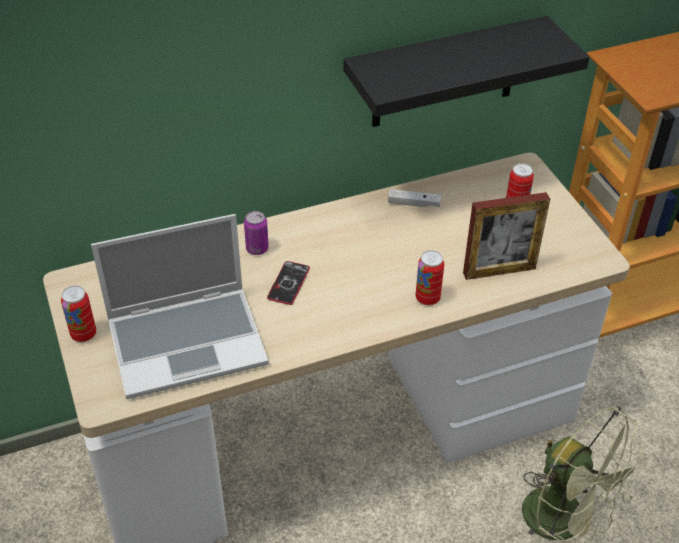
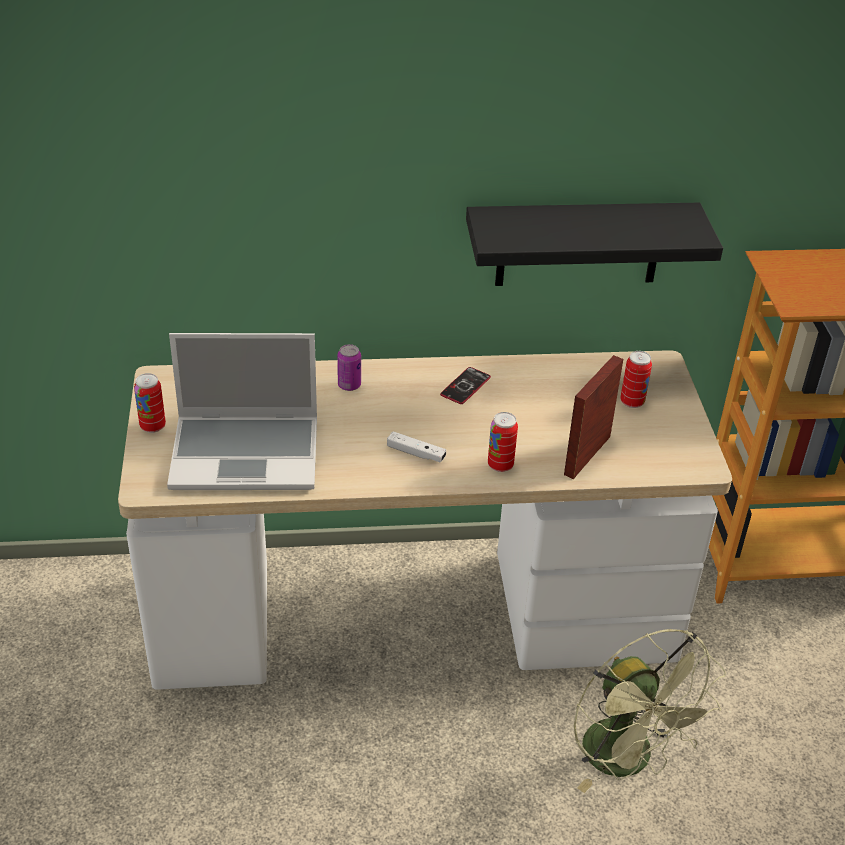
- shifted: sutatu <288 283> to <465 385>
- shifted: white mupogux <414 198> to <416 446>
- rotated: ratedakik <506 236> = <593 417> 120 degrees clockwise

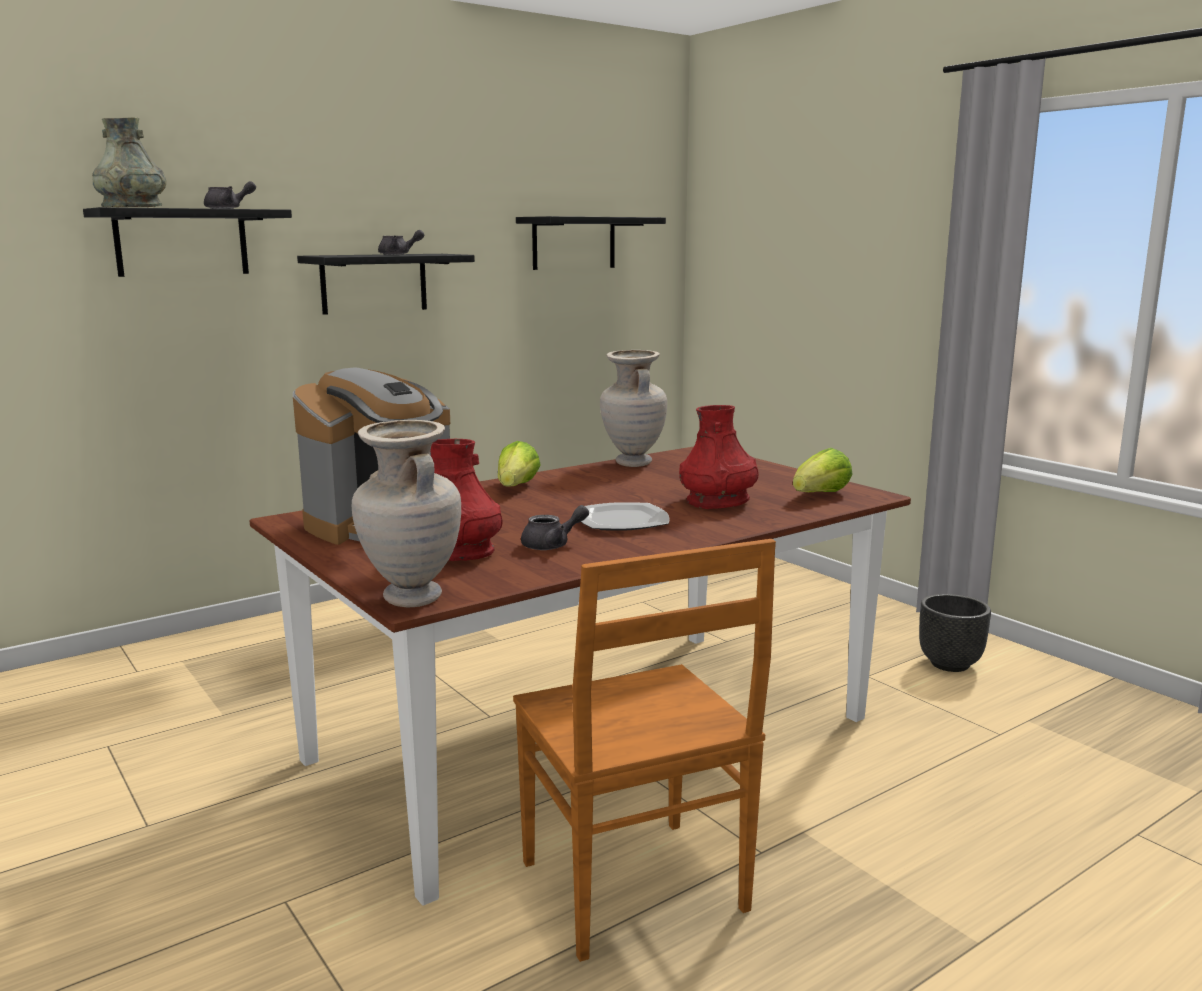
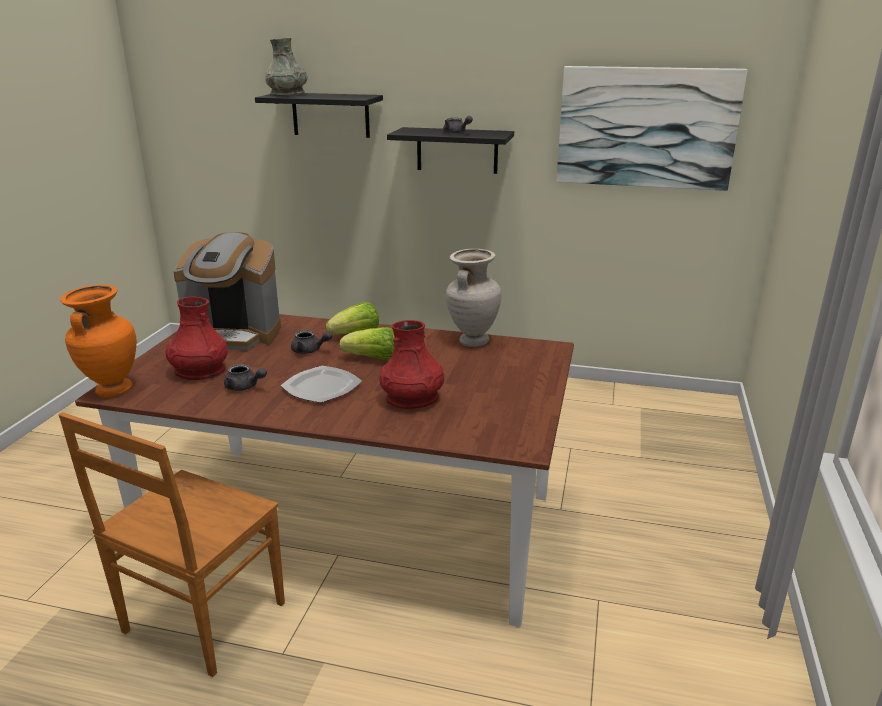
- gone: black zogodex <955 633>
- shifted: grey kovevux <230 195> to <311 342>
- shifted: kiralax <823 470> to <367 344>
- swapped: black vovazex <591 243> to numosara <652 128>
- repainted: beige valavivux <406 513> to orange valavivux <98 341>

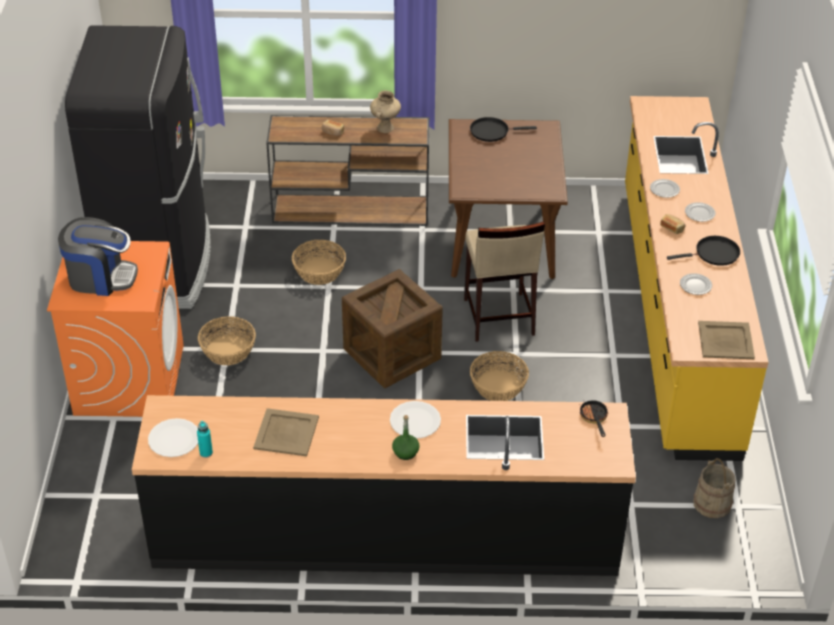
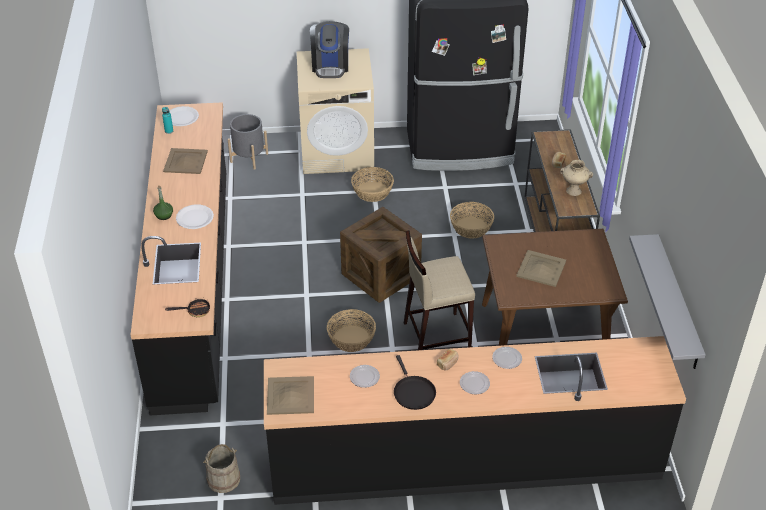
- gone: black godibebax <503 129>
- new: grey zogodex <248 142>
- new: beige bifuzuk <541 268>
- new: grey vovazex <667 301>
- repainted: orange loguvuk <115 329> to beige loguvuk <335 111>
- repainted: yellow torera <697 278> to black torera <475 420>

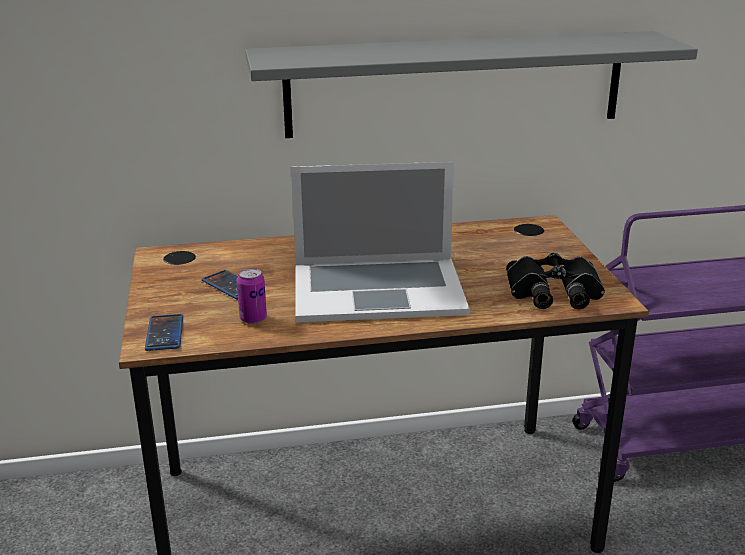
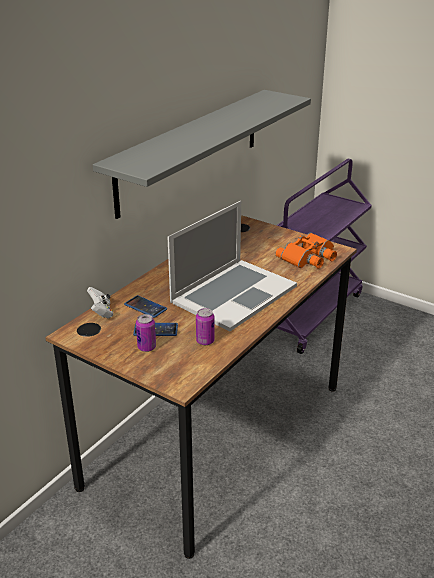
- new: white mupogux <100 302>
- new: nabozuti <146 333>
- shifted: sutatu <164 332> to <145 306>
- repainted: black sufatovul <555 280> to orange sufatovul <306 250>

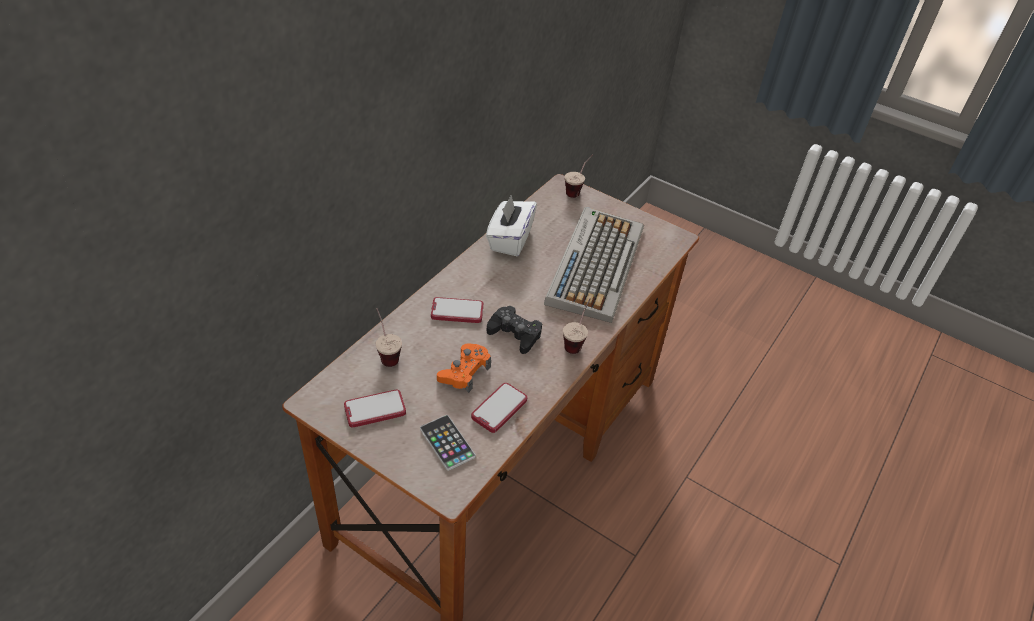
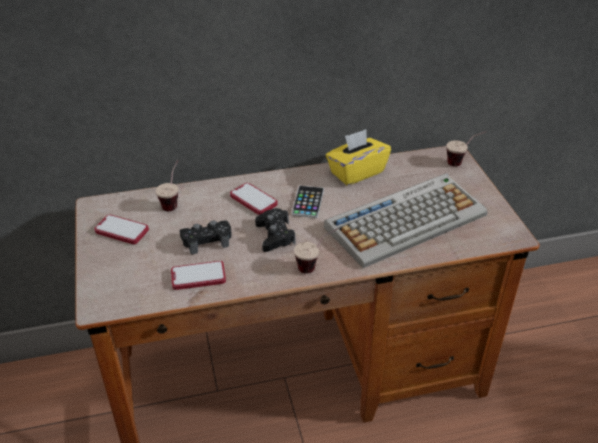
- shifted: sutatu <448 443> to <308 202>
- repainted: orange mupogux <464 368> to black mupogux <206 238>
- repainted: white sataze <511 225> to yellow sataze <358 157>

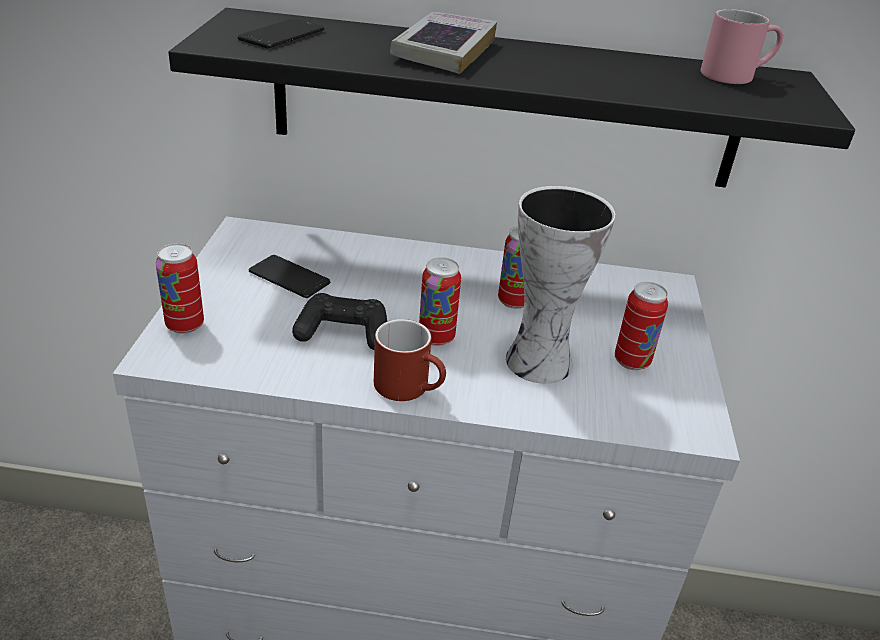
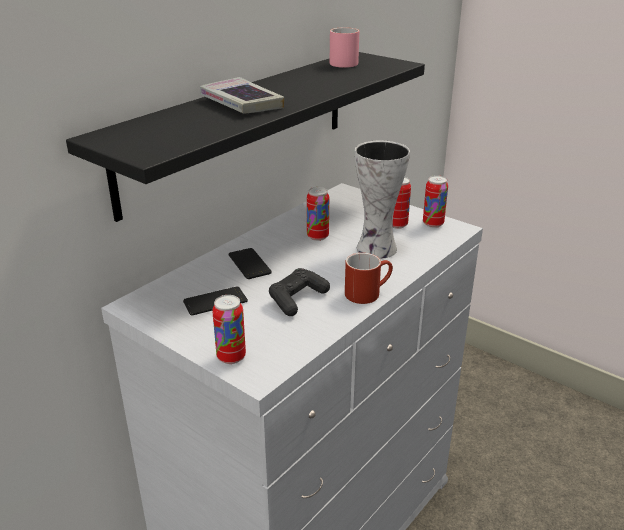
- shifted: sutatu <281 33> to <250 263>
- shifted: nabozuti <440 301> to <435 201>

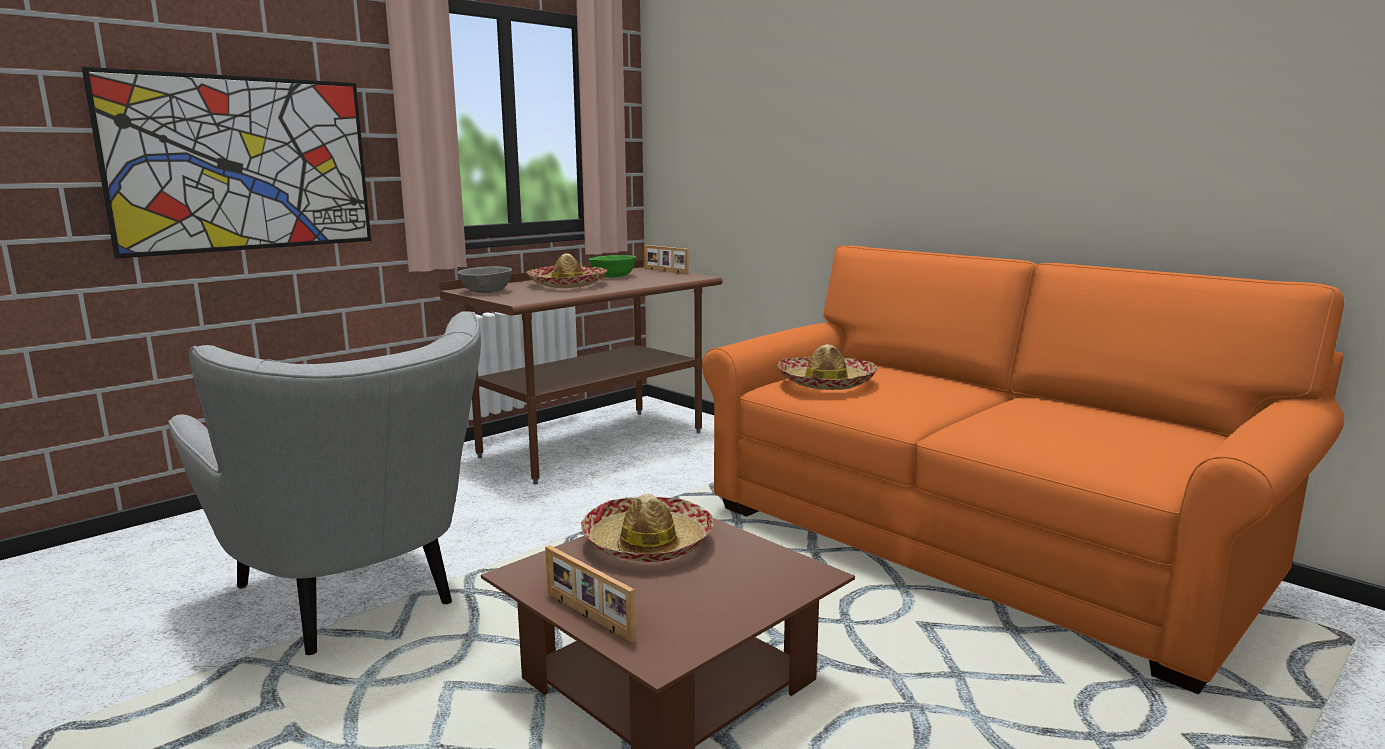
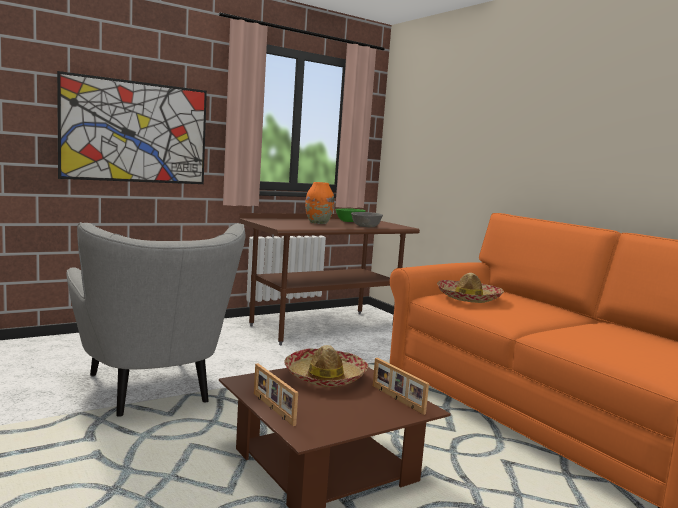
- shifted: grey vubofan <485 279> to <367 219>
- shifted: ratedakik <666 259> to <401 386>
- swapped: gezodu <567 270> to orange valavivux <319 203>

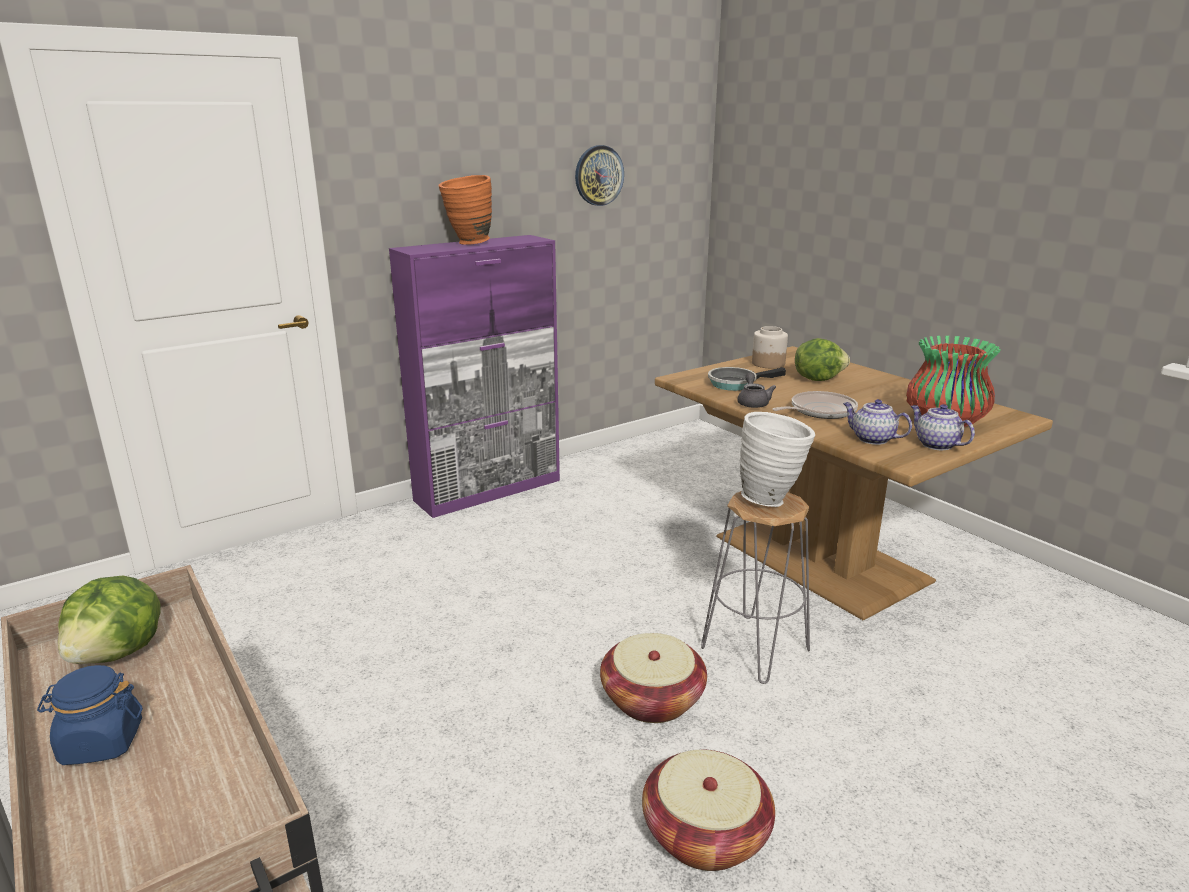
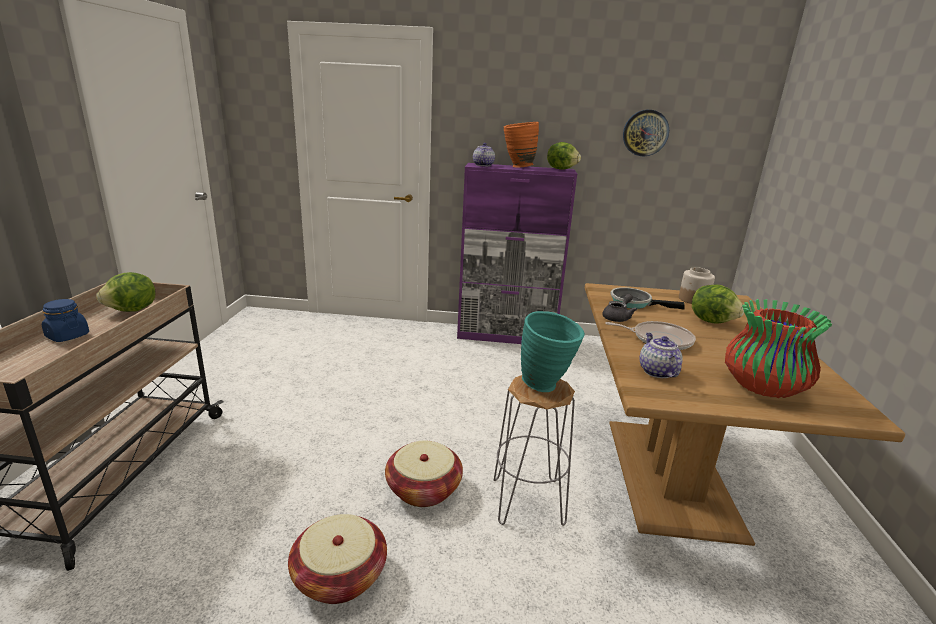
- new: kiralax <564 156>
- shifted: kovevux <943 427> to <484 154>
- repainted: white valavivux <777 459> to turquoise valavivux <553 351>

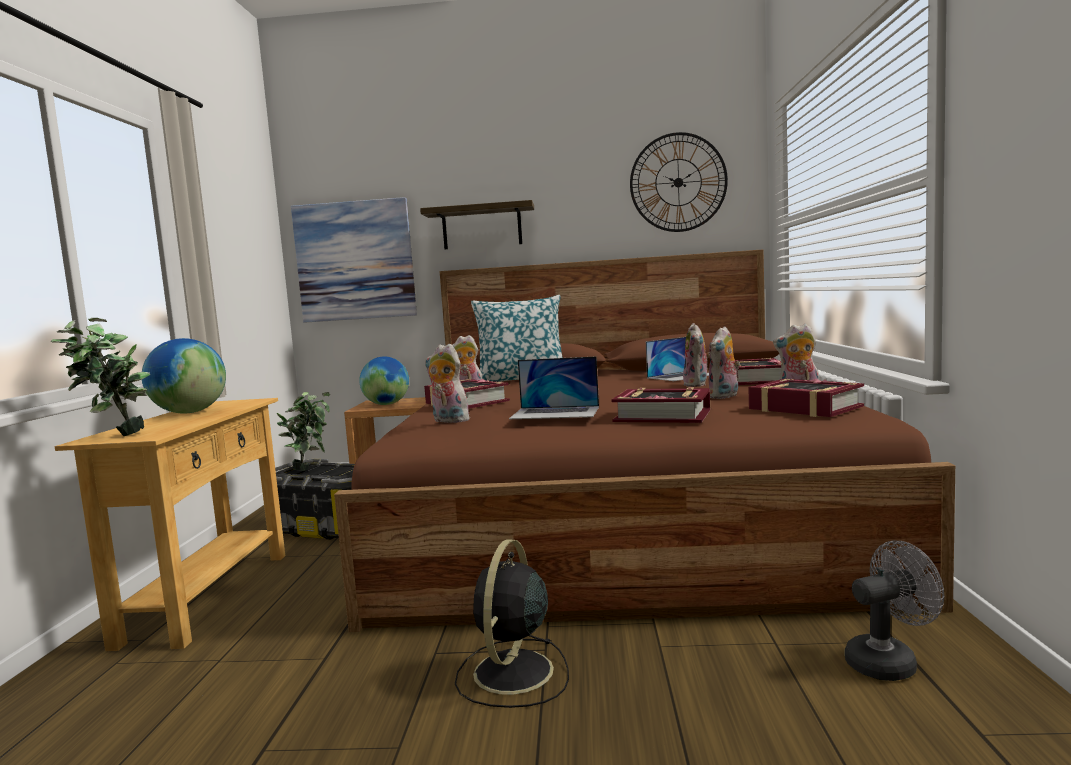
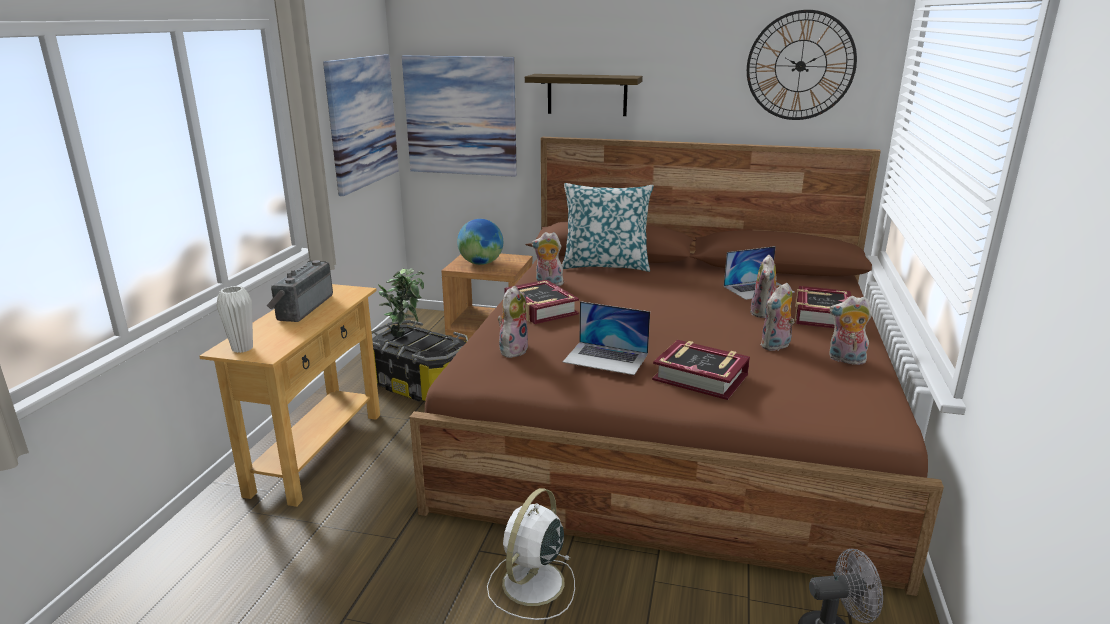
- gone: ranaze <806 397>
- new: numosara <361 125>
- swapped: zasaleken <100 377> to white valavivux <234 319>
- swapped: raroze <184 376> to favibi <300 291>
- repainted: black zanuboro <512 623> to white zanuboro <531 554>
- rotated: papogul <447 383> = <513 322> 75 degrees clockwise

